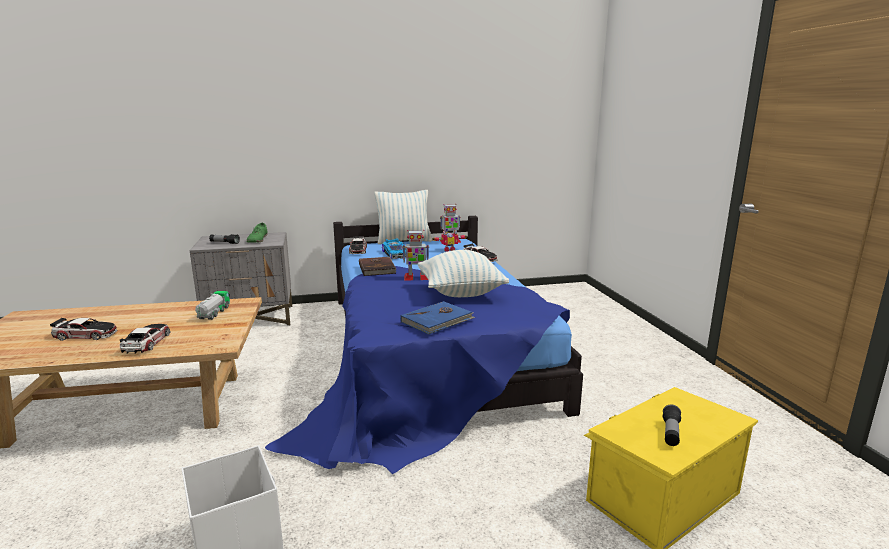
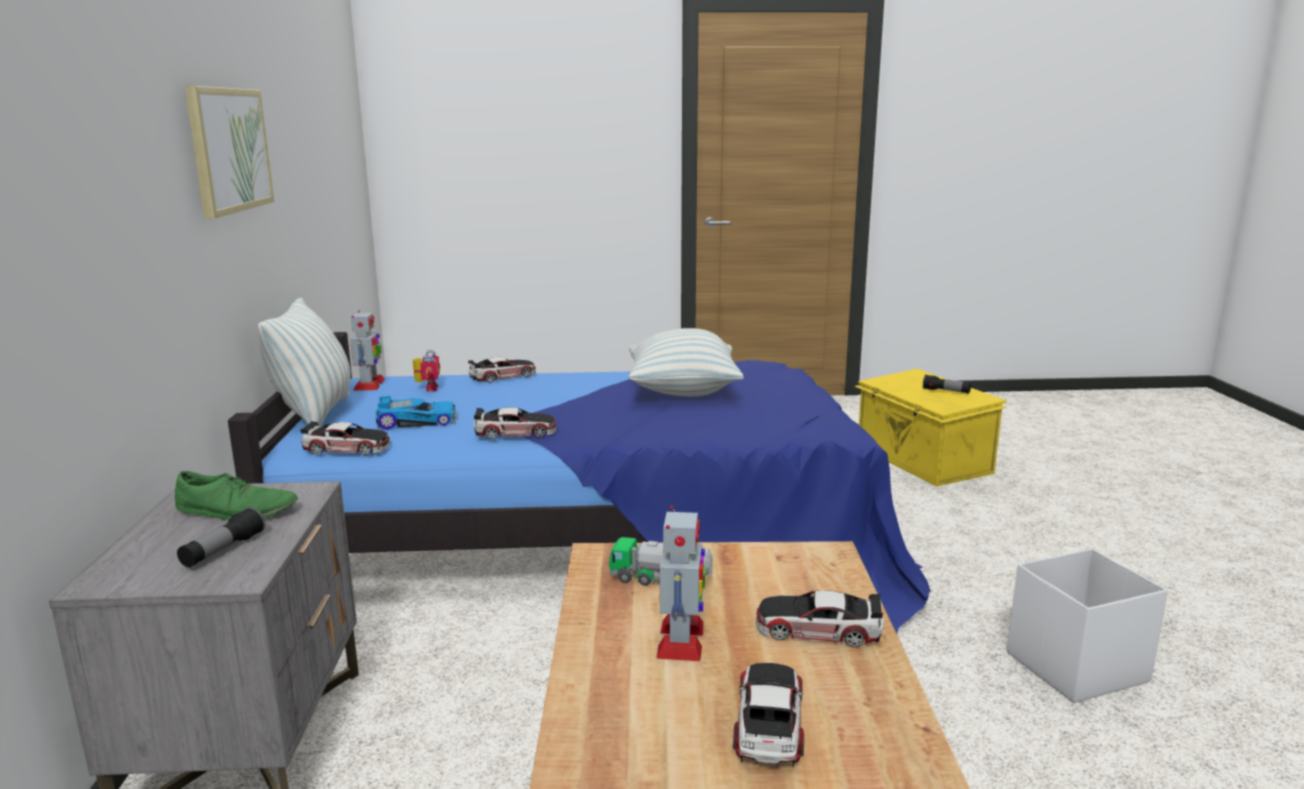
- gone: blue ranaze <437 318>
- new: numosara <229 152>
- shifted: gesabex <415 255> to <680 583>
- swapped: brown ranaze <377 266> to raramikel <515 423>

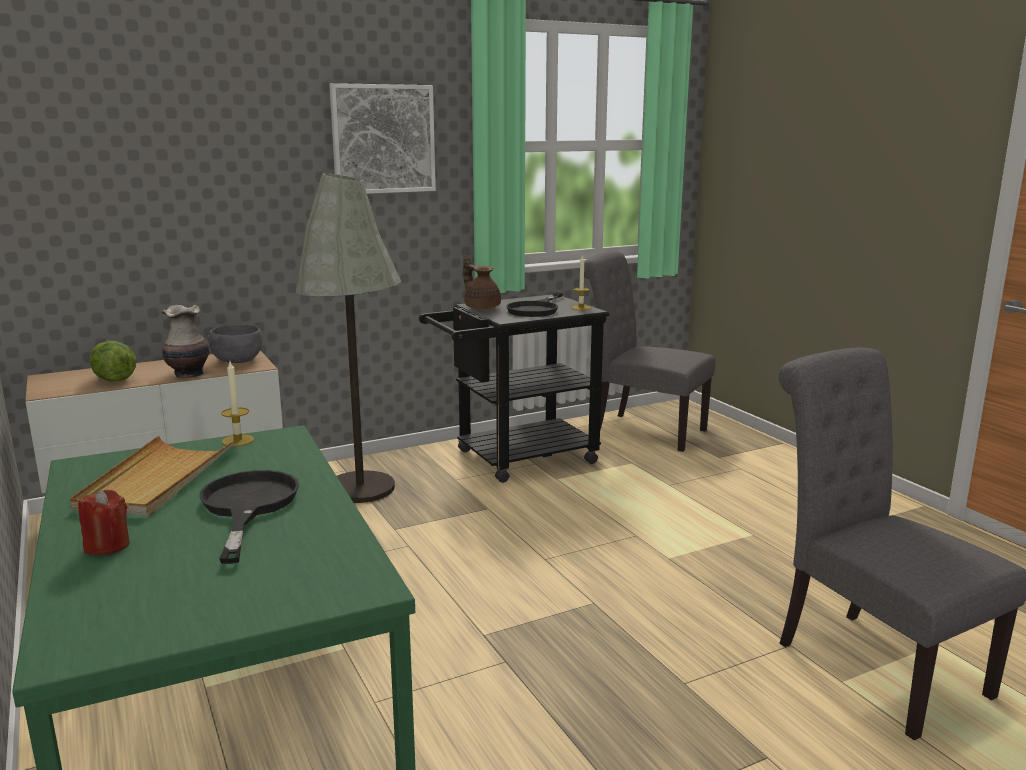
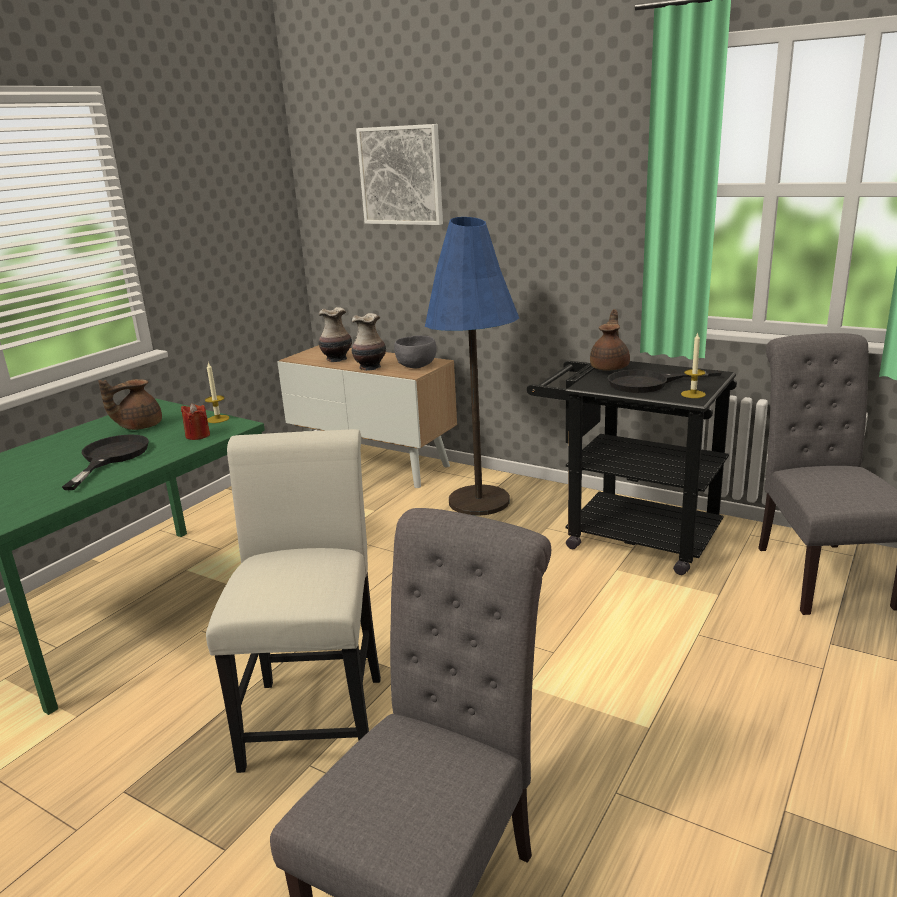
- new: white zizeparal <293 601>
- shifted: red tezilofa <104 522> to <195 421>
- shifted: numosara <382 138> to <399 174>
- swapped: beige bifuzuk <151 475> to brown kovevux <130 404>
- swapped: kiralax <112 361> to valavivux <335 334>
- repainted: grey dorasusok <348 338> to blue dorasusok <472 366>
- rotated: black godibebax <249 517> = <105 462> 45 degrees counterclockwise

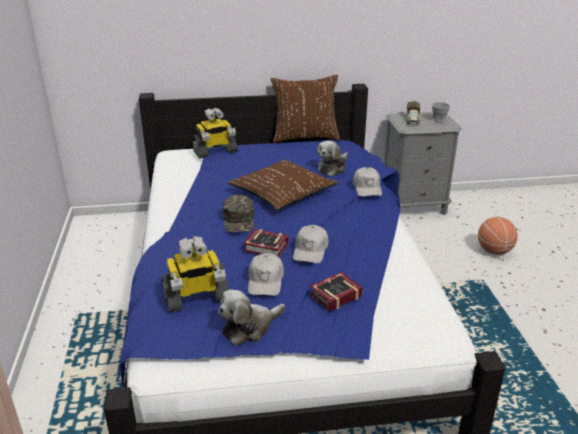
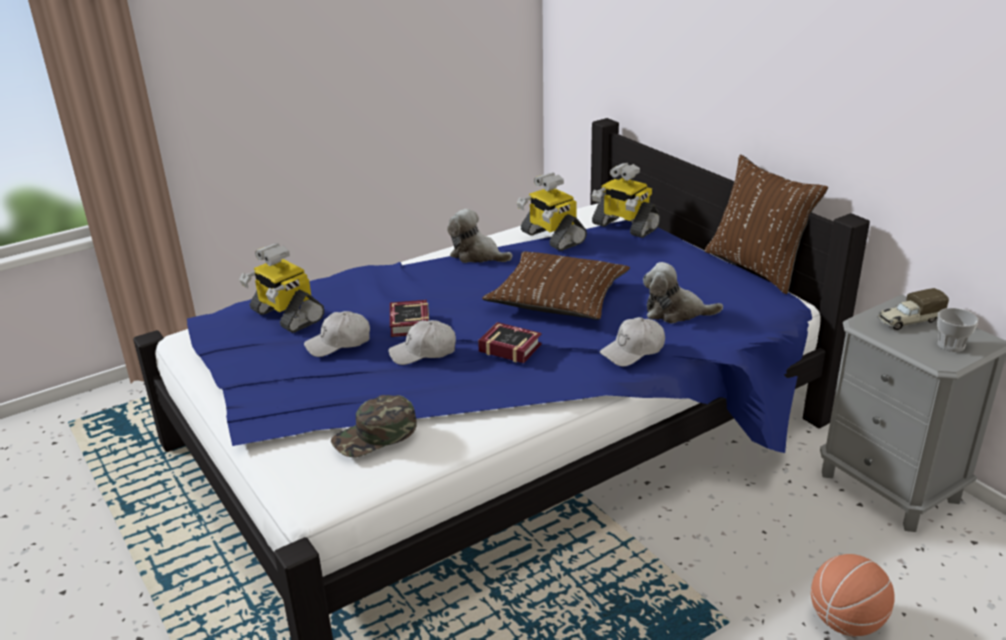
- new: gesabex <551 212>
- shifted: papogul <251 317> to <479 236>
- shifted: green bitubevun <238 213> to <374 426>
- shifted: ranaze <336 291> to <510 342>

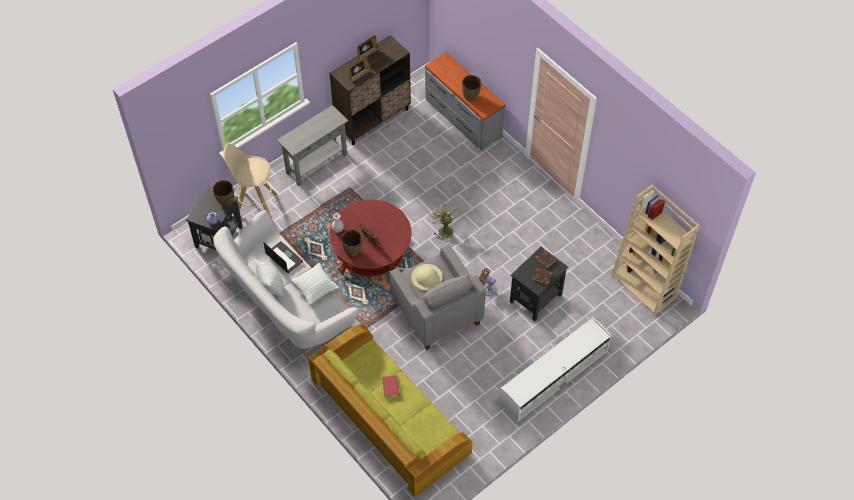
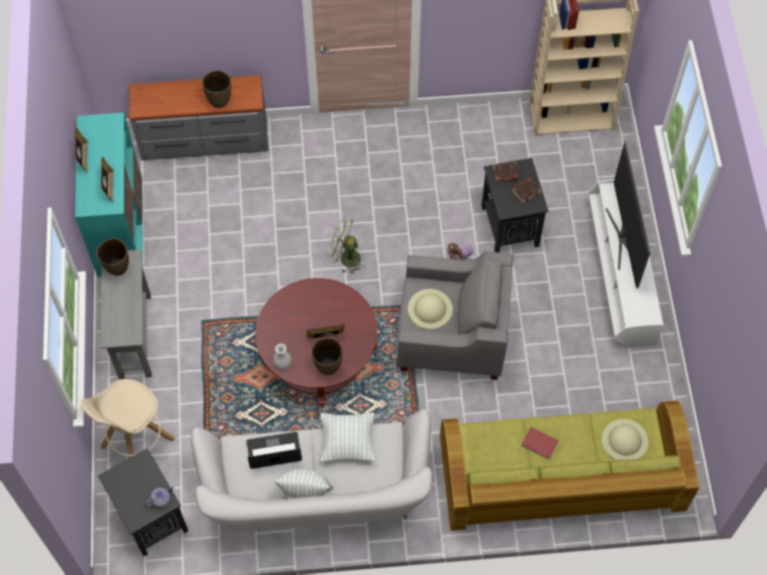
- new: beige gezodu <625 439>
- new: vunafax <628 214>
- shifted: brown valavivux <223 193> to <112 257>
- repainted: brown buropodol <370 90> to turquoise buropodol <109 195>

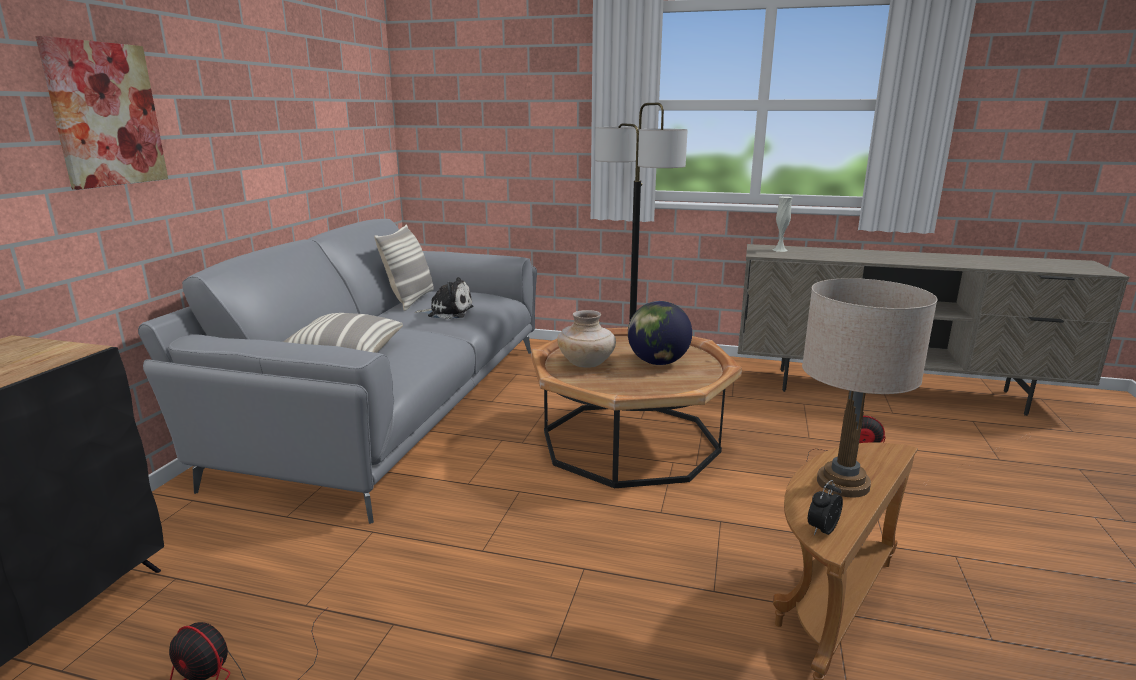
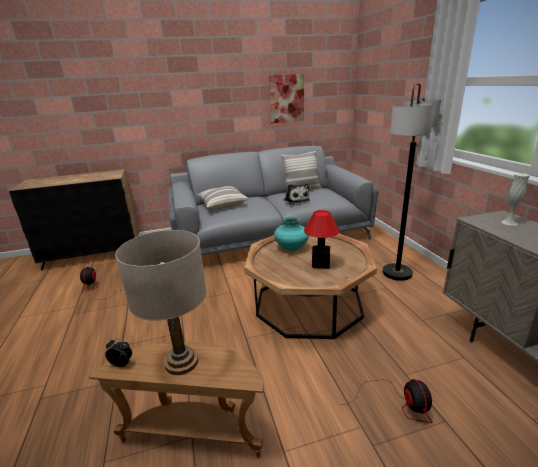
- shifted: numosara <101 113> to <286 98>
- swapped: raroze <660 333> to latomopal <322 239>
- repainted: beige valavivux <586 339> to turquoise valavivux <291 233>

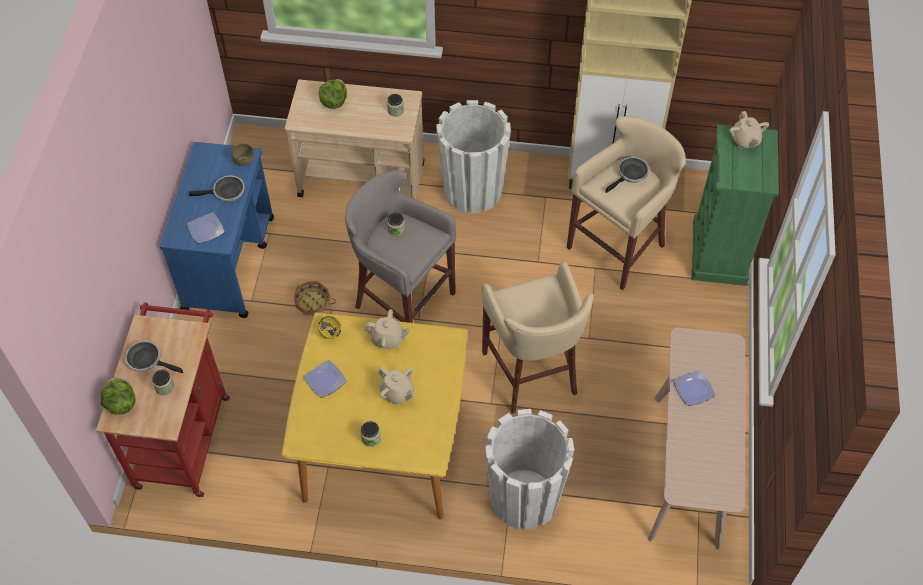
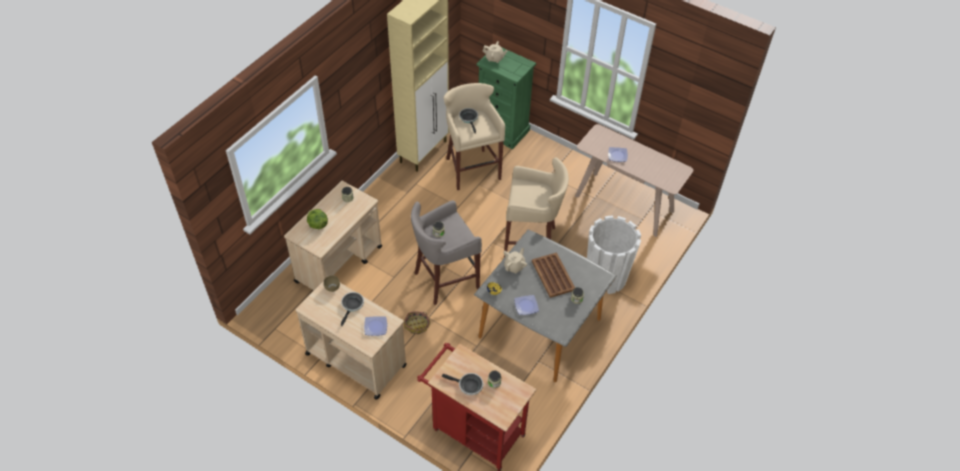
- gone: kiralax <118 396>
- gone: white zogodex <473 157>
- swapped: beige kovevux <397 385> to brown bifuzuk <553 275>
- repainted: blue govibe <216 230> to beige govibe <351 338>
- repainted: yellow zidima <374 415> to grey zidima <545 306>
- rotated: godibebax <154 356> = <462 384> 120 degrees counterclockwise

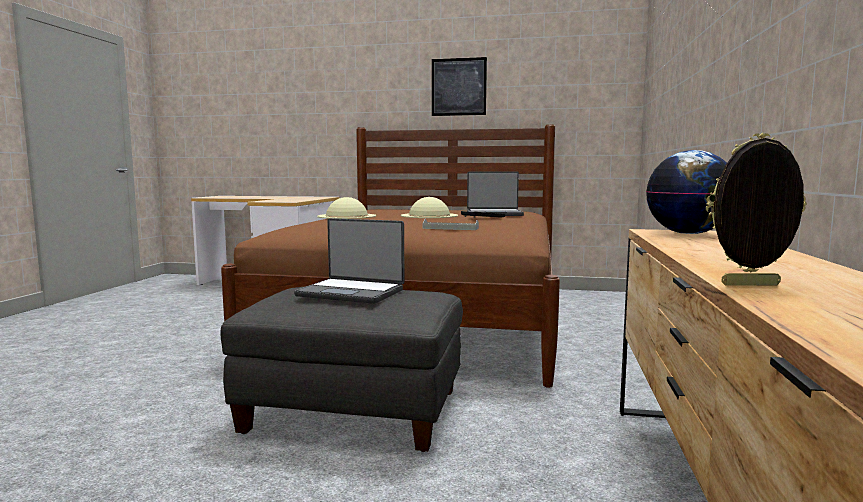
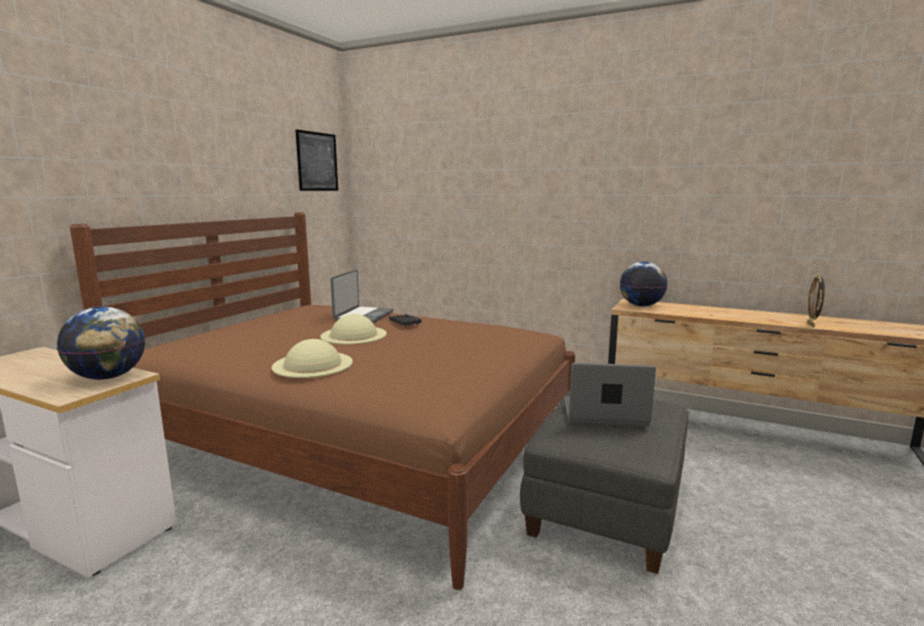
- gone: grey bifuzuk <451 224>
- new: raroze <101 343>
- shifted: numosara <459 86> to <316 160>
- rotated: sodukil <349 261> = <610 395> 120 degrees counterclockwise

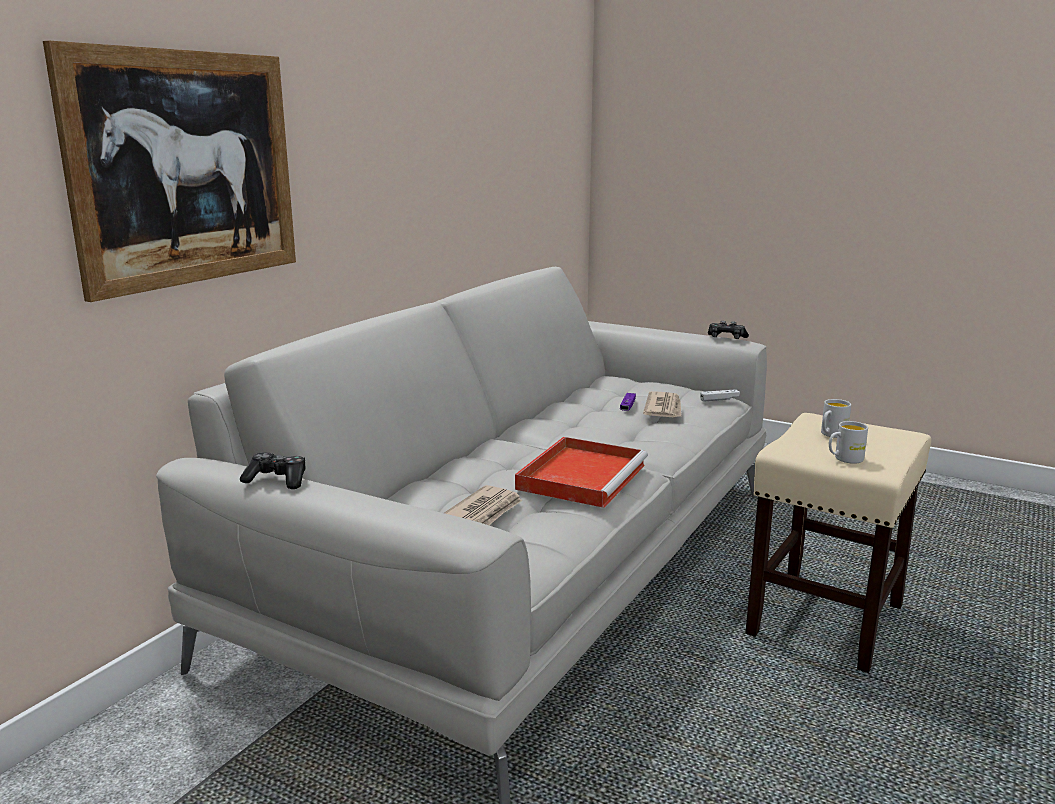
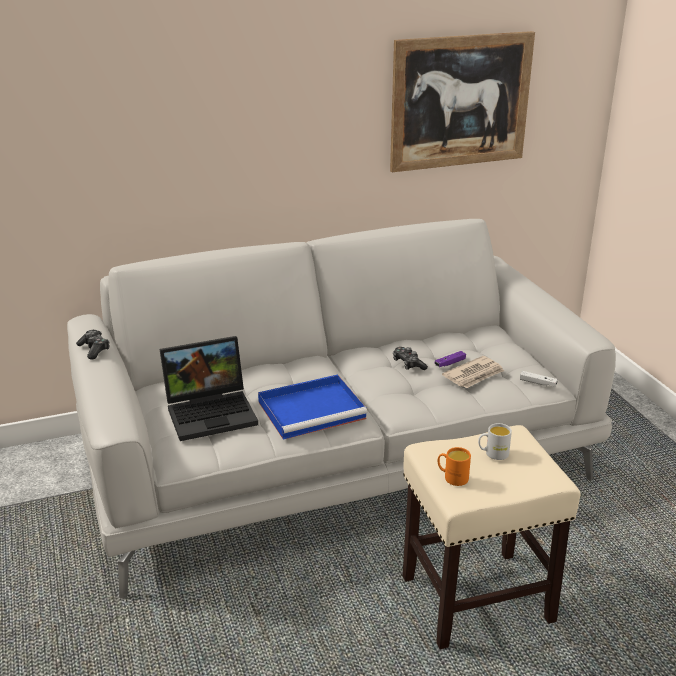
- shifted: numosara <169 171> to <462 101>
- shifted: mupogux <728 330> to <410 358>
- swapped: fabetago <483 505> to sodukil <209 388>
- repainted: red bifuzuk <581 472> to blue bifuzuk <312 407>
- repainted: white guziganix <848 442> to orange guziganix <454 466>

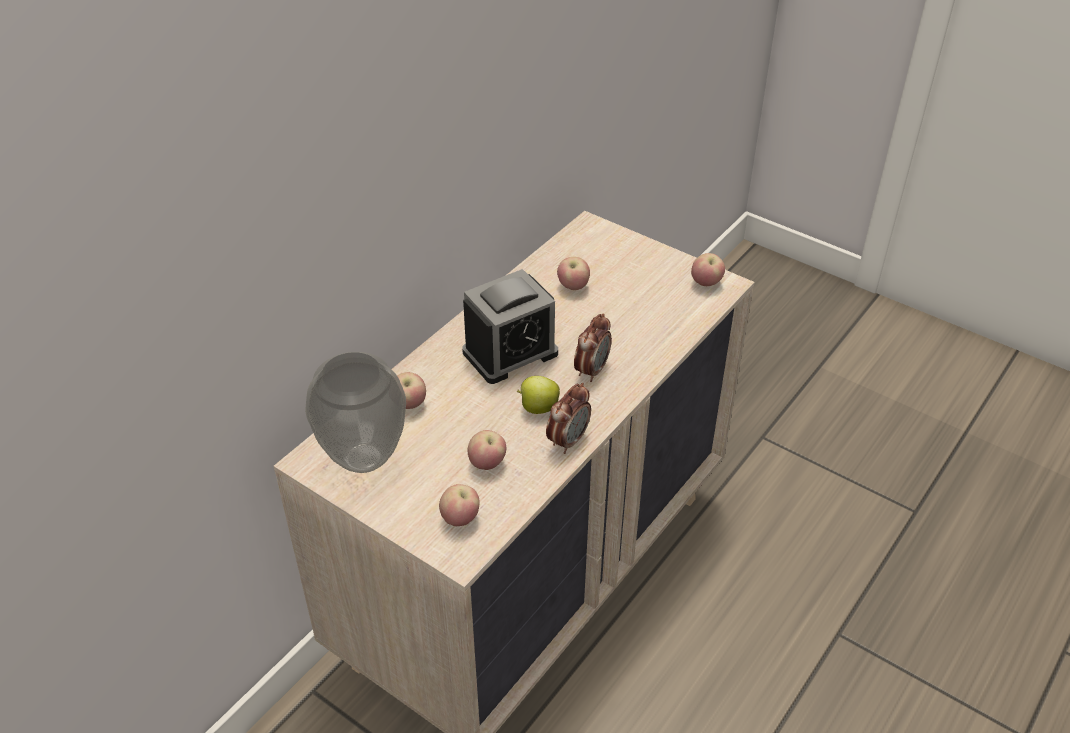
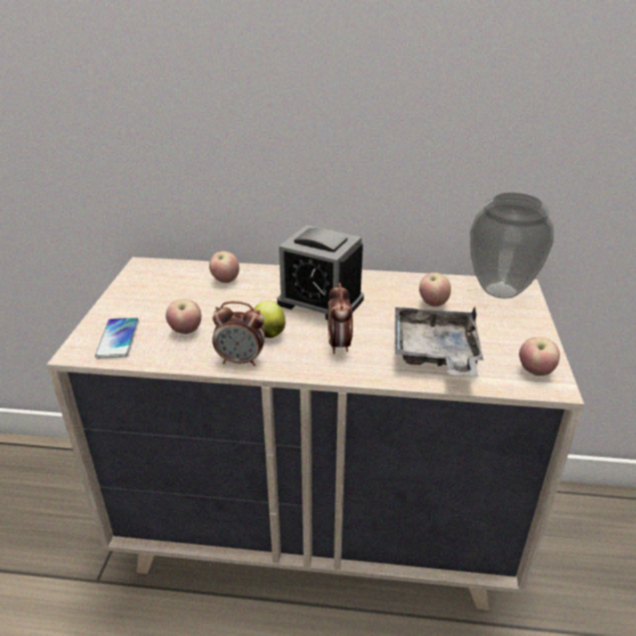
- new: grey bifuzuk <439 341>
- shifted: valavivux <355 412> to <512 246>
- swapped: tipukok <459 505> to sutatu <117 338>
- rotated: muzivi <593 347> = <340 318> 90 degrees clockwise

